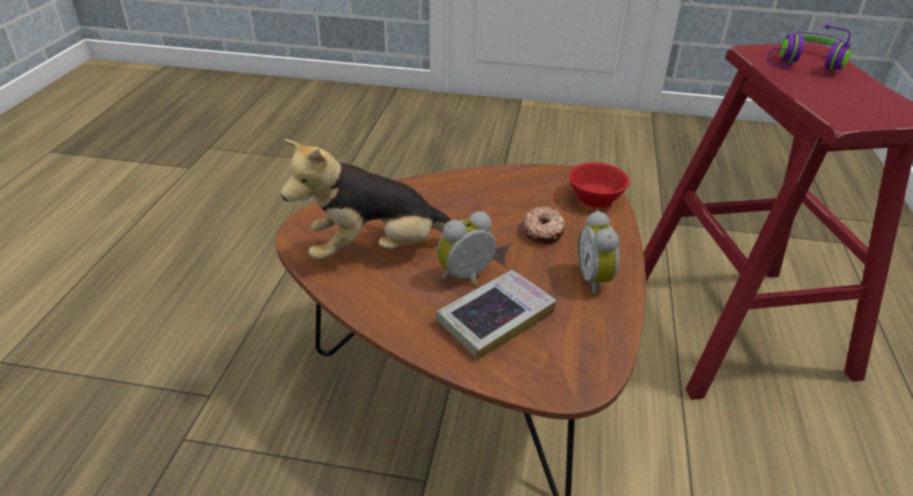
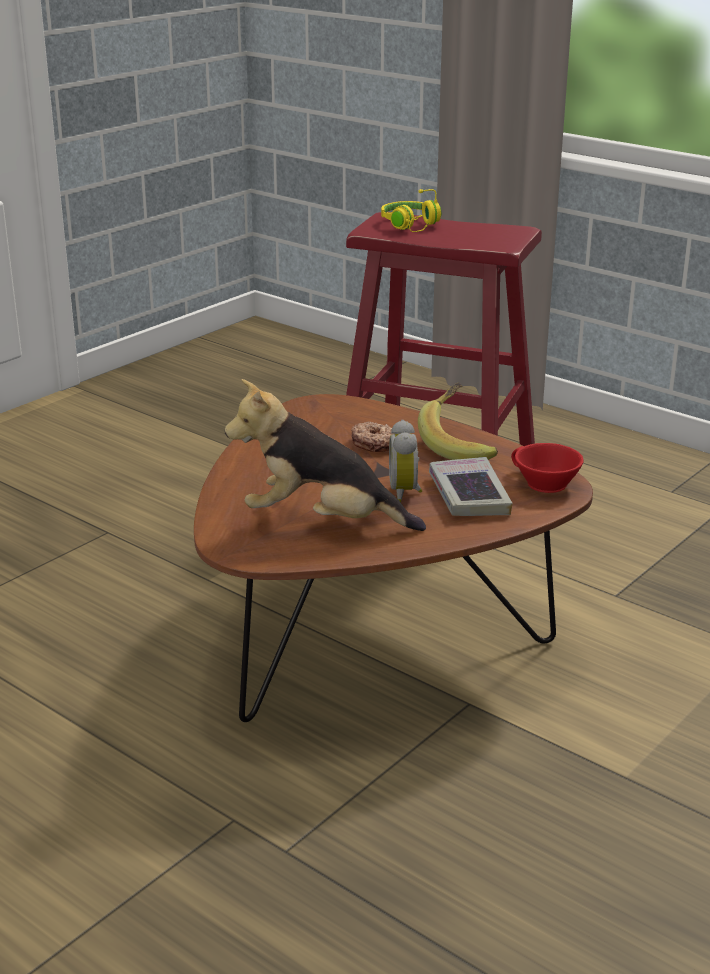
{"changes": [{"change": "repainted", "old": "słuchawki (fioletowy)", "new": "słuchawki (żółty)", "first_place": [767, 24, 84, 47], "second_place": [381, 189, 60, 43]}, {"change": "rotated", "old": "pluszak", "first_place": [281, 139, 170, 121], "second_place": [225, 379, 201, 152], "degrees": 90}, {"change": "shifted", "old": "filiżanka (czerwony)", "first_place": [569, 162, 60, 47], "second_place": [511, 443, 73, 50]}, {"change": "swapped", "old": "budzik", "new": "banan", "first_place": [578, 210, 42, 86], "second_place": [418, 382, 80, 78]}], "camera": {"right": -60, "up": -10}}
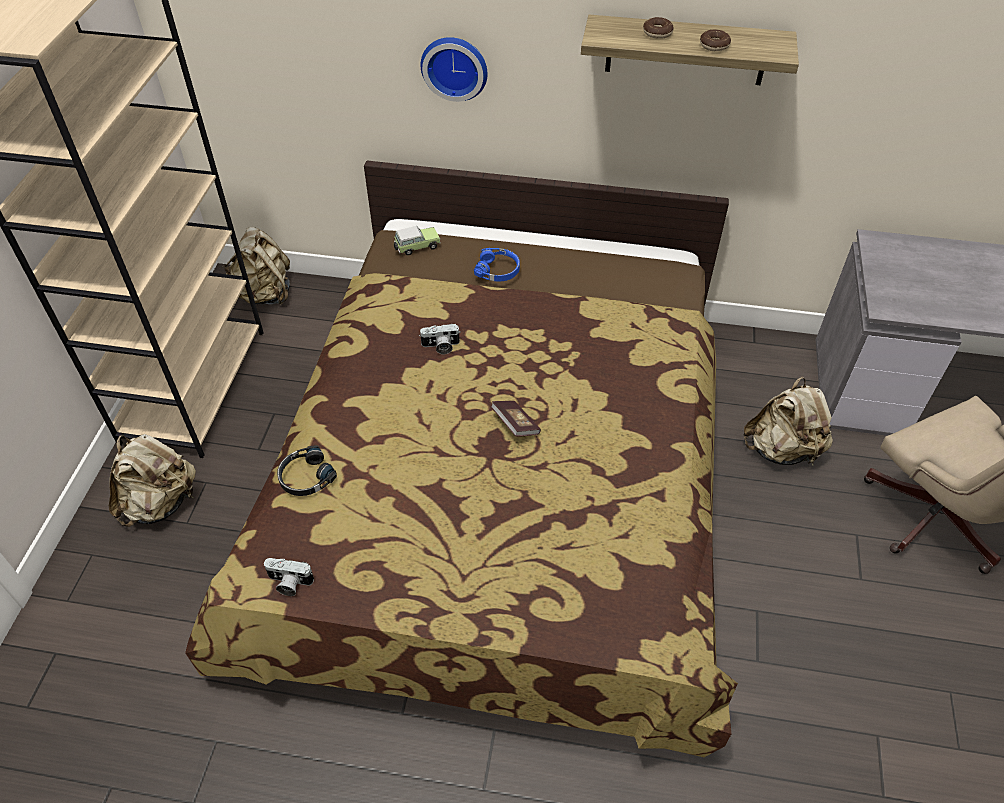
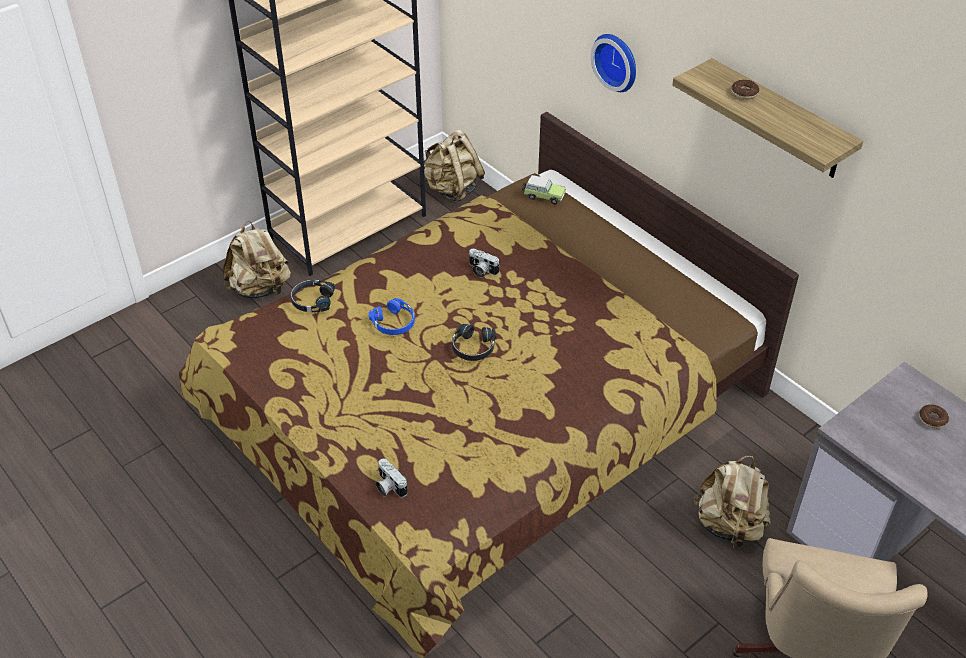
{"changes": [{"change": "shifted", "old": "donut", "first_place": [700, 30, 31, 21], "second_place": [919, 405, 30, 24]}, {"change": "shifted", "old": "słuchawki (niebieski)", "first_place": [474, 248, 46, 33], "second_place": [369, 298, 46, 37]}, {"change": "swapped", "old": "książka", "new": "słuchawki (czarny)", "first_place": [491, 401, 50, 36], "second_place": [452, 324, 45, 37]}, {"change": "shifted", "old": "aparat fotograficzny", "first_place": [264, 558, 50, 38], "second_place": [376, 459, 31, 39]}], "camera": {"right": 40, "up": -5}}
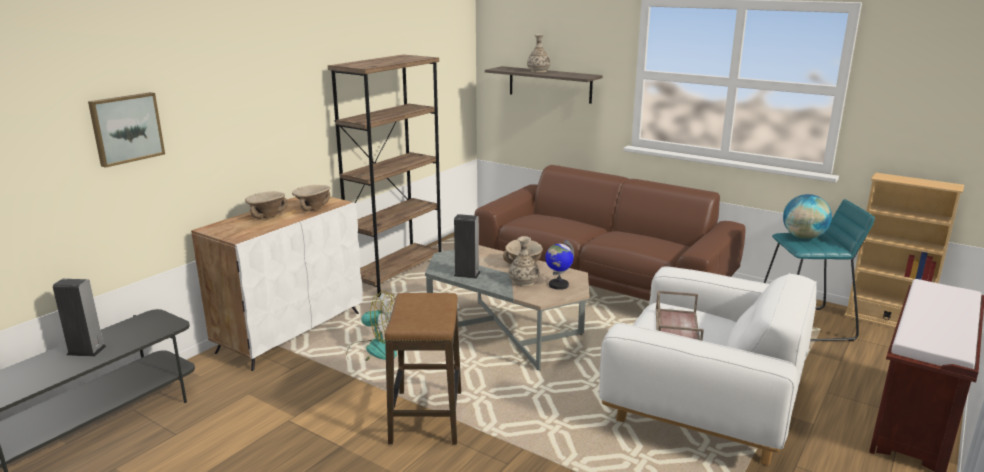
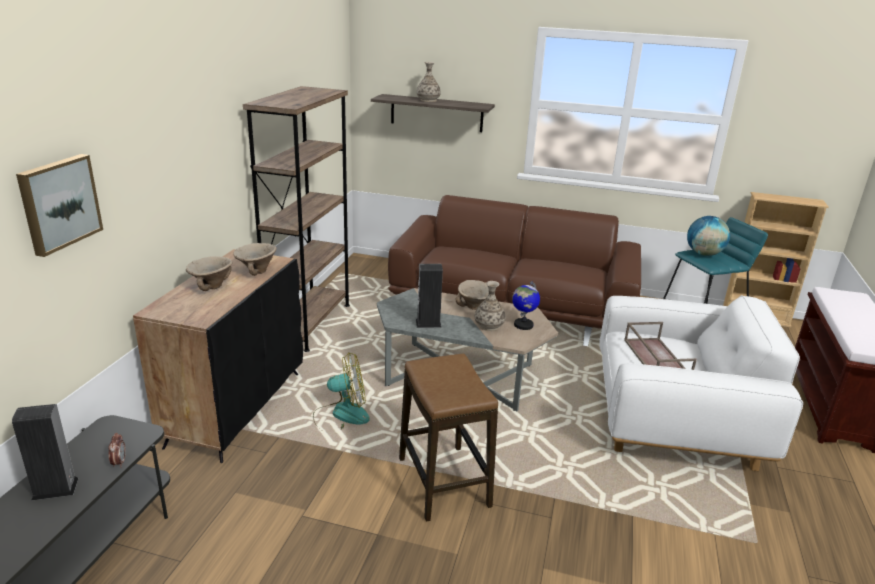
{"changes": [{"change": "repainted", "old": "szafka (biały)", "new": "szafka (czarny)", "first_place": [191, 197, 172, 174], "second_place": [133, 249, 170, 214]}, {"change": "new", "new": "budzik", "second_place": [108, 433, 18, 35]}], "camera": {"right": -20, "up": 5}}
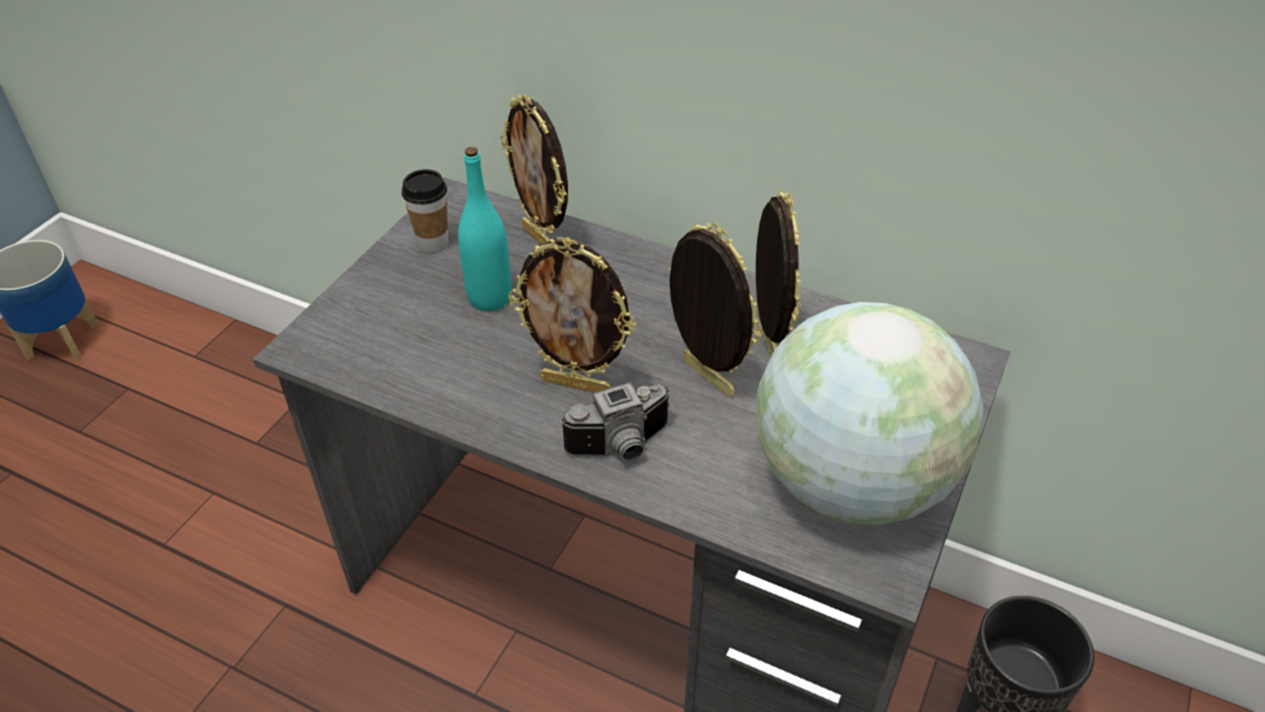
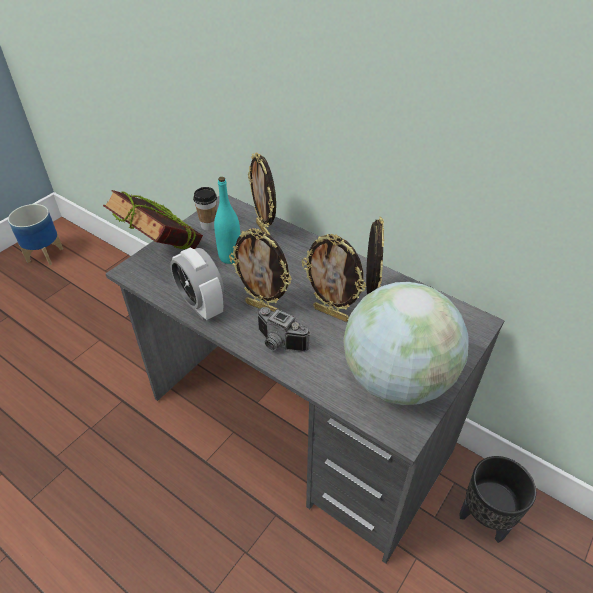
{"changes": [{"change": "rotated", "old": "ramka na zdjęcie", "first_place": [669, 222, 93, 175], "second_place": [302, 234, 64, 88], "degrees": 150}, {"change": "rotated", "old": "aparat fotograficzny", "first_place": [560, 383, 110, 78], "second_place": [257, 307, 53, 45], "degrees": 45}, {"change": "new", "new": "książka", "second_place": [103, 190, 100, 59]}, {"change": "new", "new": "budzik", "second_place": [170, 248, 54, 72]}], "camera": {"right": 10, "up": 0}}
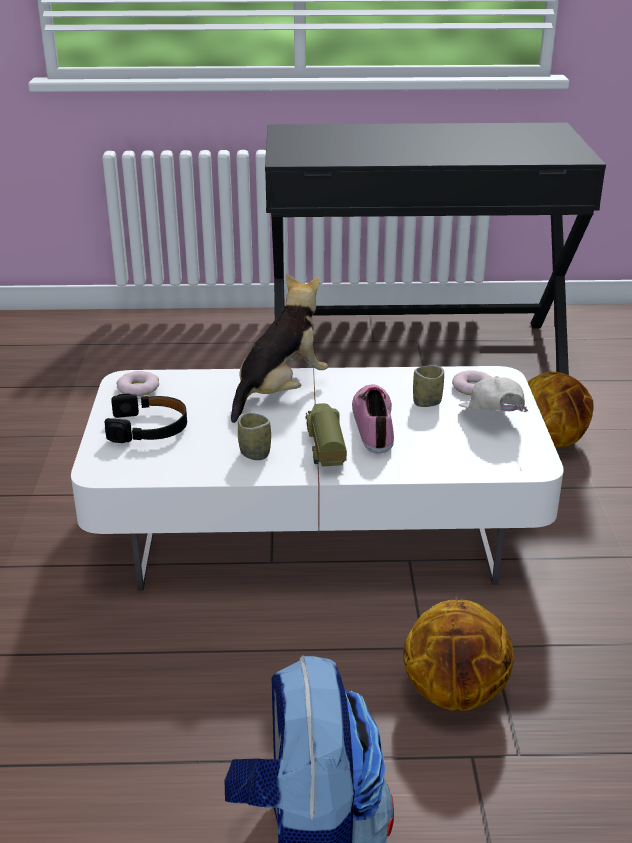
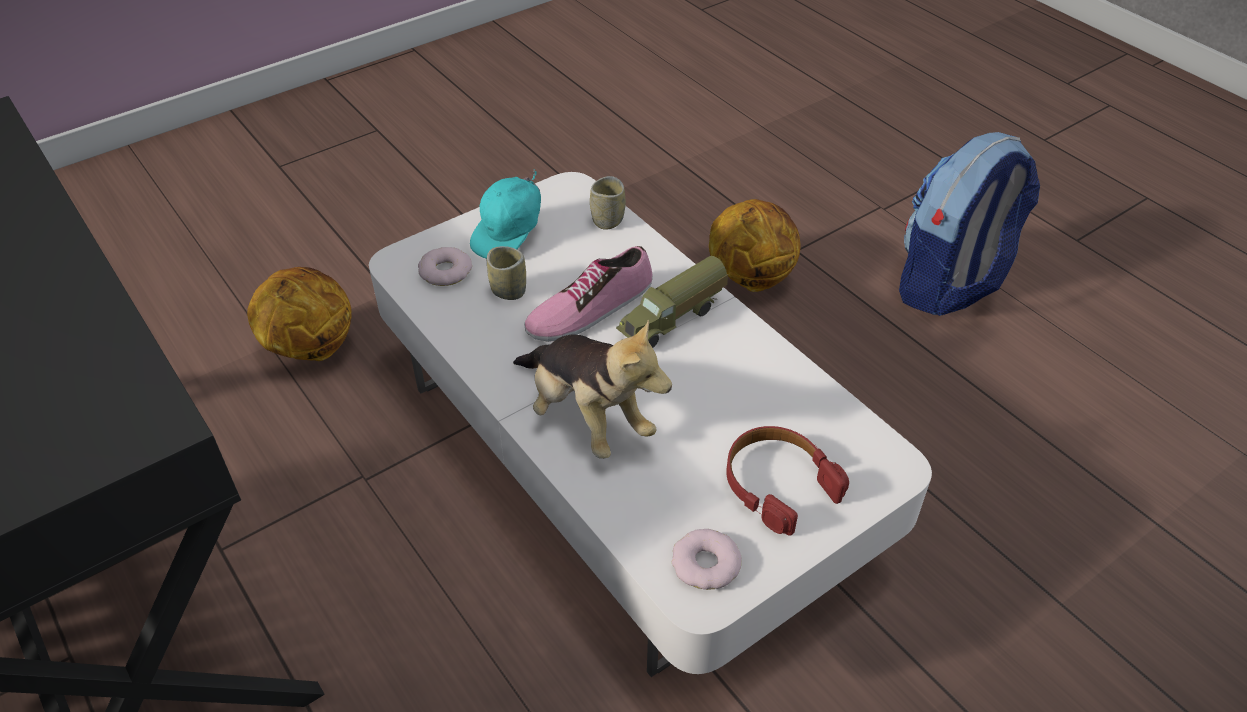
{"changes": [{"change": "rotated", "old": "pluszak", "first_place": [231, 273, 97, 150], "second_place": [513, 319, 159, 140], "degrees": -135}, {"change": "repainted", "old": "czapka z daszkiem (biały)", "new": "czapka z daszkiem (turkusowy)", "first_place": [459, 376, 69, 36], "second_place": [470, 169, 71, 90]}, {"change": "repainted", "old": "słuchawki (czarny)", "new": "słuchawki (czerwony)", "first_place": [105, 394, 82, 49], "second_place": [726, 426, 123, 110]}, {"change": "shifted", "old": "filiżanka", "first_place": [238, 412, 33, 48], "second_place": [590, 176, 36, 54]}], "camera": {"right": -125, "up": 15}}
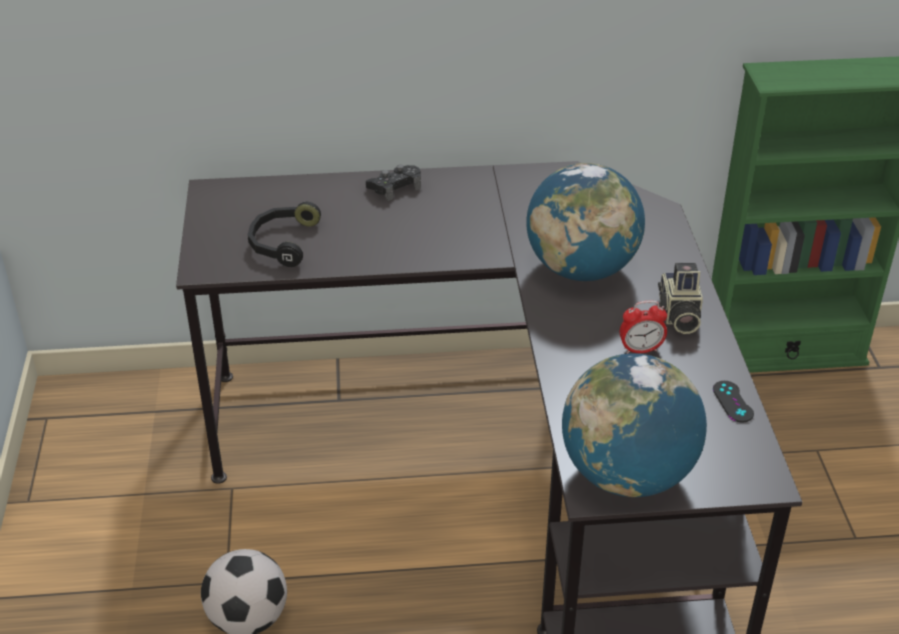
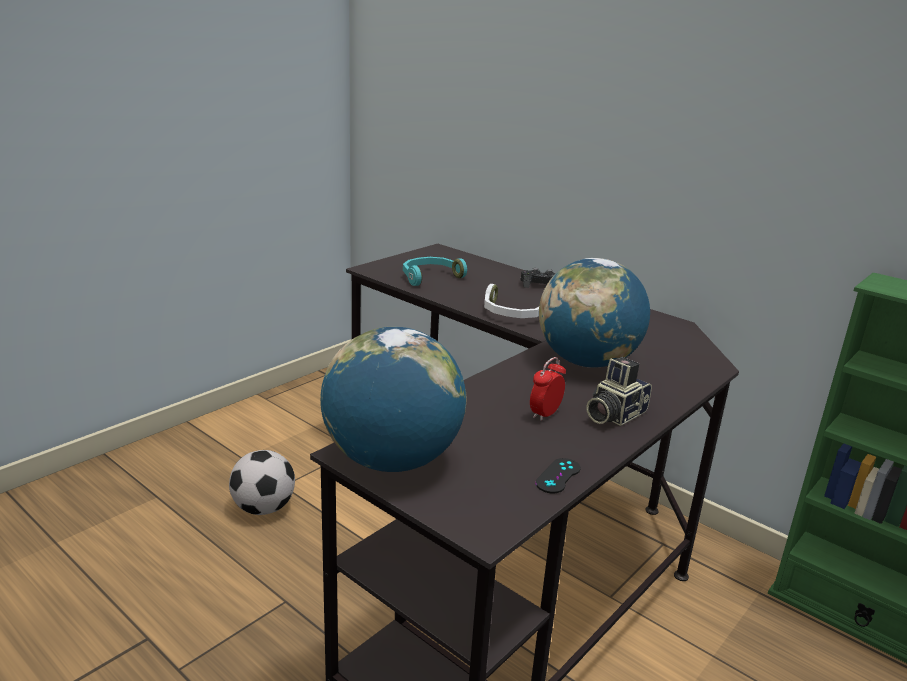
{"changes": [{"change": "repainted", "old": "słuchawki (czarny)", "new": "słuchawki (turkusowy)", "first_place": [248, 202, 73, 65], "second_place": [403, 257, 64, 29]}, {"change": "rotated", "old": "budzik", "first_place": [620, 301, 47, 53], "second_place": [530, 357, 36, 64], "degrees": 90}, {"change": "new", "new": "słuchawki (biały)", "second_place": [484, 284, 55, 34]}], "camera": {"right": 45, "up": -15}}
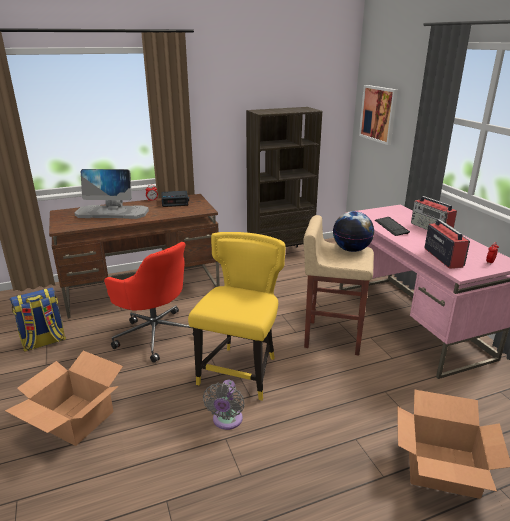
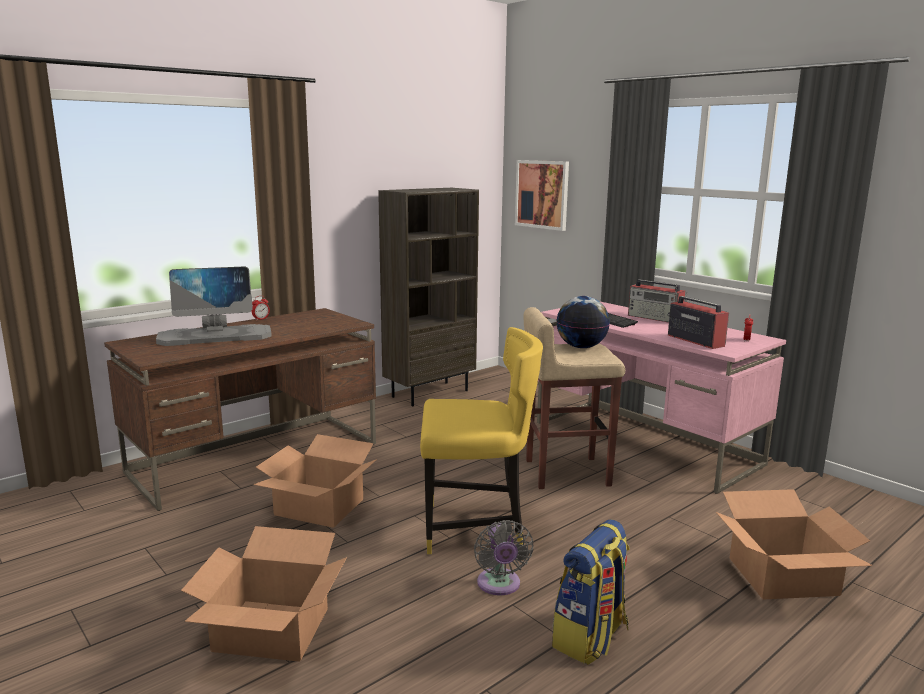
{"changes": [{"change": "gone", "old": "budzik", "first_place": [161, 191, 28, 16]}, {"change": "rotated", "old": "krzesło (żółty)", "first_place": [188, 232, 97, 168], "second_place": [420, 327, 123, 227], "degrees": 90}, {"change": "swapped", "old": "krzesło biurowe (czerwony)", "new": "karton", "first_place": [104, 242, 90, 121], "second_place": [253, 434, 124, 94]}, {"change": "shifted", "old": "plecak", "first_place": [10, 287, 56, 65], "second_place": [552, 519, 78, 146]}], "camera": {"right": -20, "up": -10}}
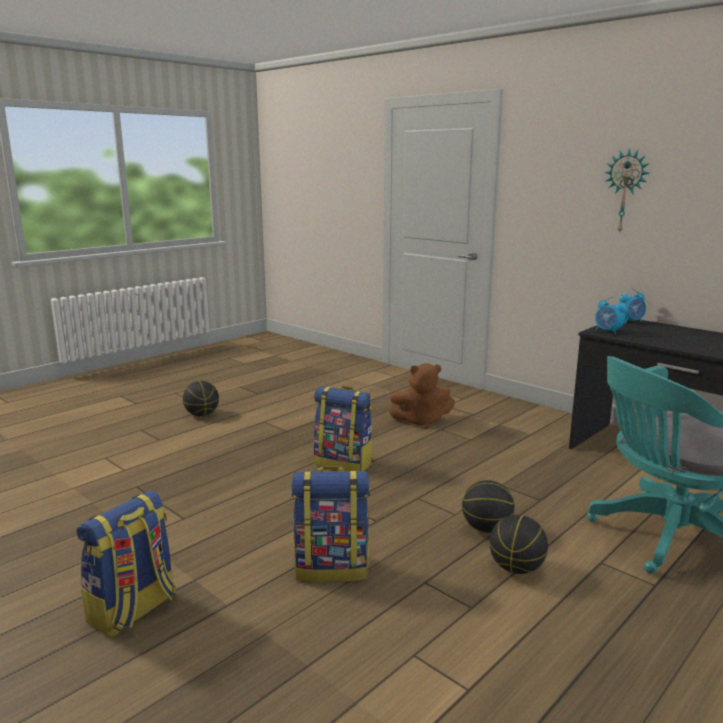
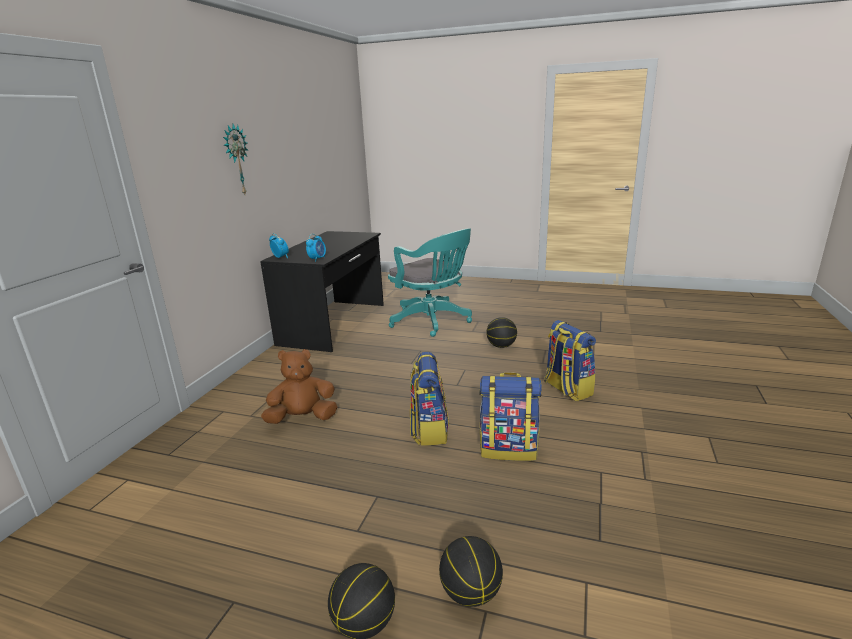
{"changes": [{"change": "rotated", "old": "pluszak (brązowy)", "first_place": [389, 363, 66, 66], "second_place": [261, 349, 76, 75], "degrees": -75}, {"change": "shifted", "old": "piłka do koszykówki", "first_place": [462, 480, 52, 53], "second_place": [439, 536, 64, 71]}, {"change": "shifted", "old": "plecak", "first_place": [77, 490, 99, 148], "second_place": [479, 372, 63, 89]}], "camera": {"right": -115, "up": 5}}
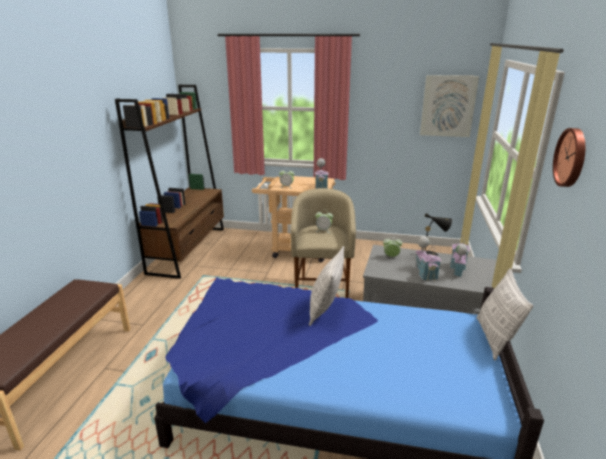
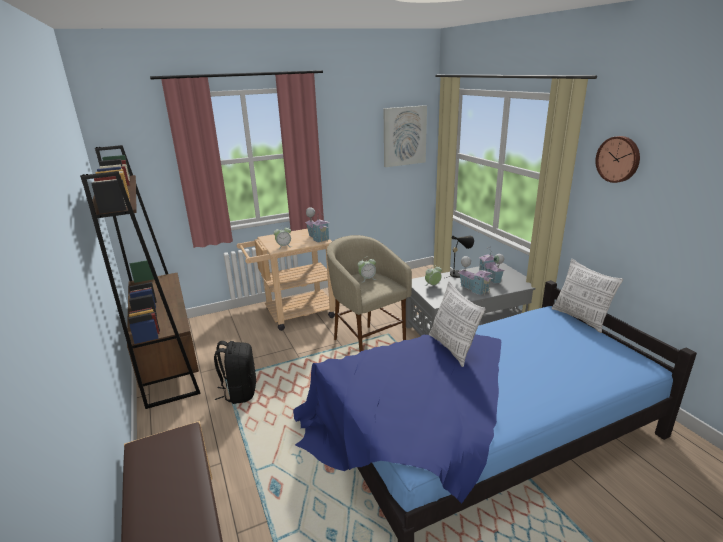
{"changes": [{"change": "new", "new": "plecak (czarny)", "second_place": [214, 341, 42, 63]}], "camera": {"right": -35, "up": 0}}
